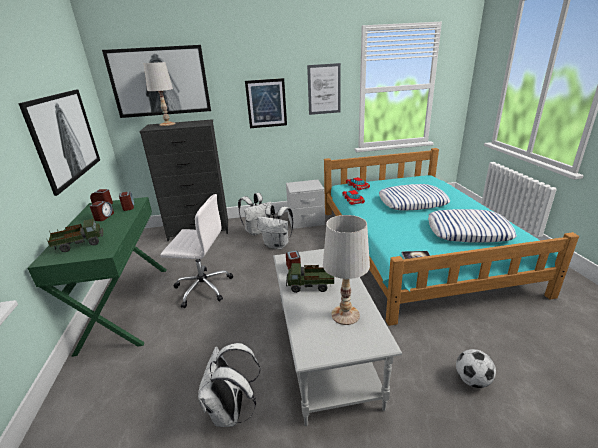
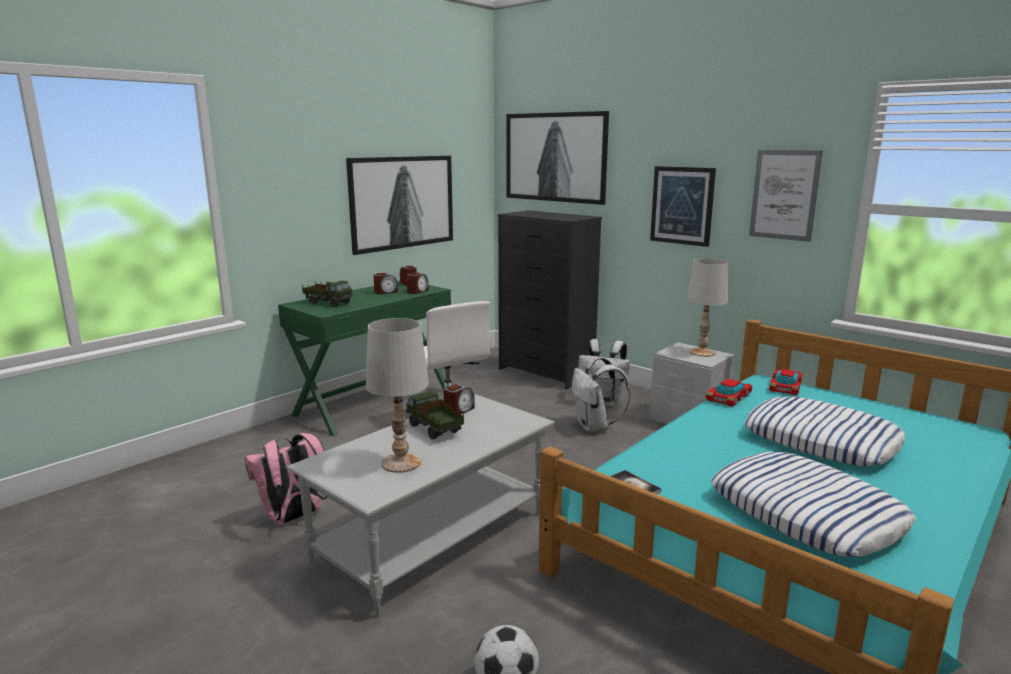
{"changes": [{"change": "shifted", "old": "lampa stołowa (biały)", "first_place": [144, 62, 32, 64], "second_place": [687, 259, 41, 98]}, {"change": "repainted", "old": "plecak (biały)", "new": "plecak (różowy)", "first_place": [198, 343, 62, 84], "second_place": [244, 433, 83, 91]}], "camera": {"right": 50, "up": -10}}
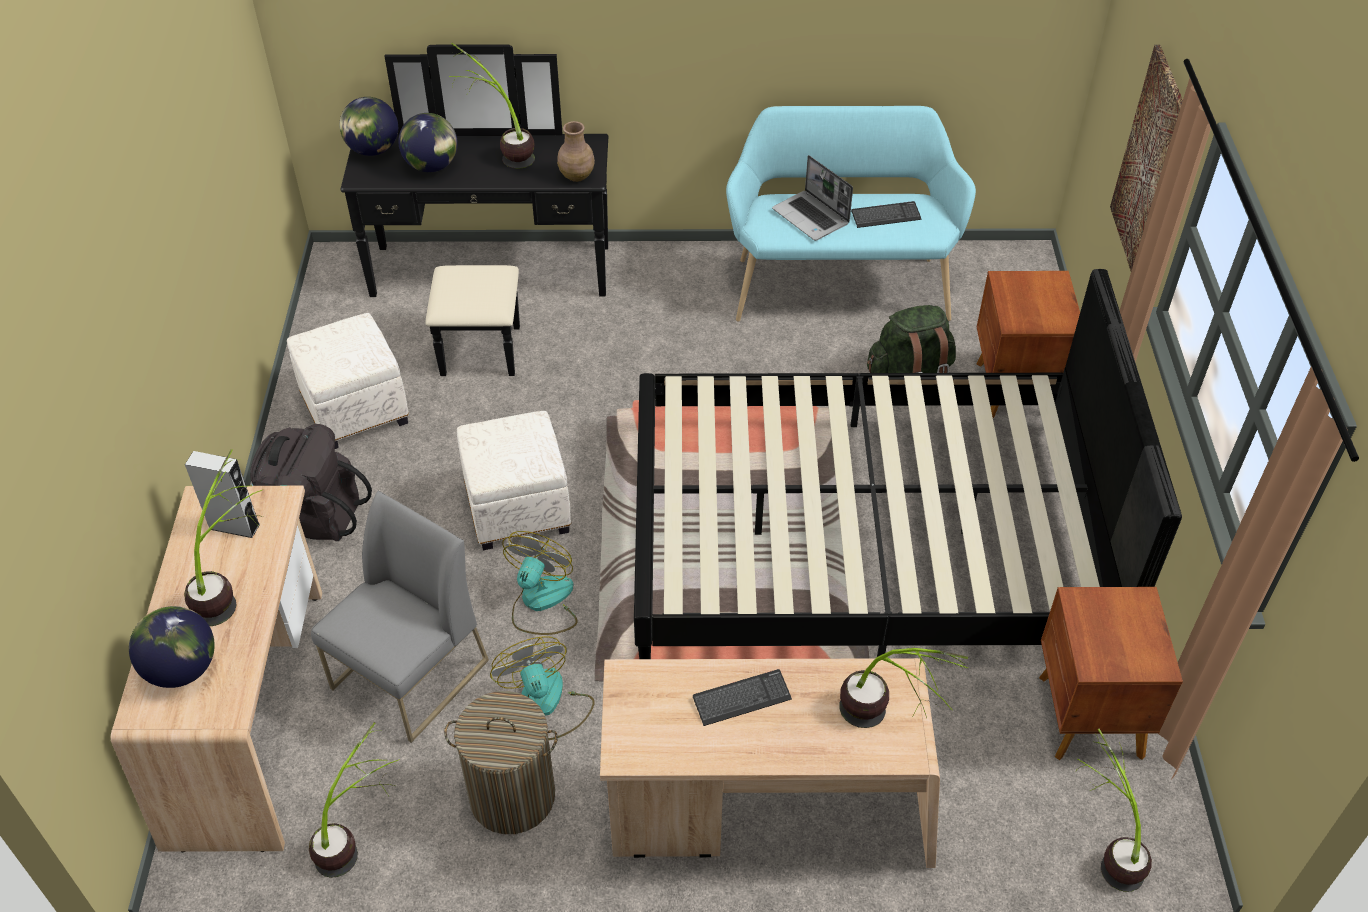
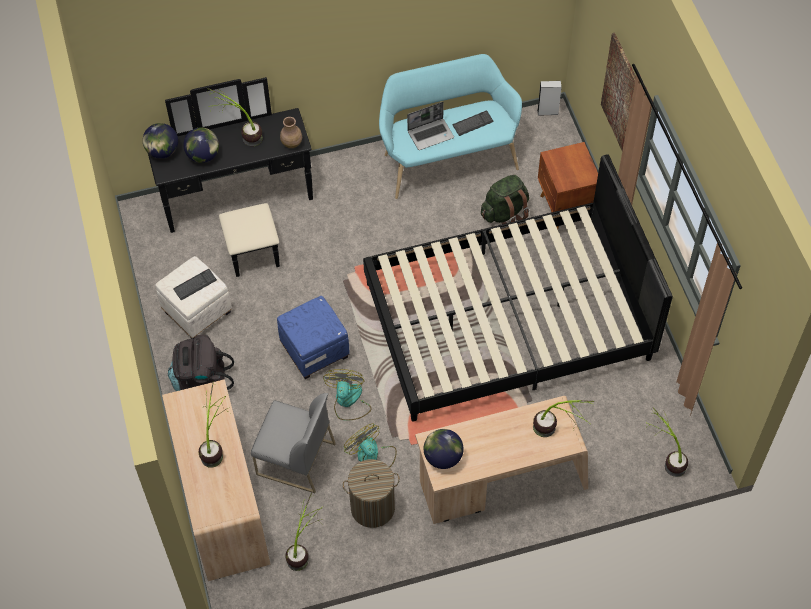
{"changes": [{"change": "rotated", "old": "laptop", "first_place": [772, 155, 81, 86], "second_place": [407, 102, 47, 48], "degrees": -60}, {"change": "repainted", "old": "pufa (biały)", "new": "pufa (niebieski)", "first_place": [457, 411, 114, 139], "second_place": [277, 296, 73, 83]}, {"change": "shifted", "old": "głośnik (szary)", "first_place": [185, 451, 75, 87], "second_place": [537, 81, 25, 35]}, {"change": "rotated", "old": "krzesło (szary)", "first_place": [311, 491, 178, 252], "second_place": [251, 393, 85, 100], "degrees": 90}, {"change": "gone", "old": "szafka nocna (brązowy)", "first_place": [1039, 587, 144, 173]}, {"change": "shifted", "old": "globus", "first_place": [129, 606, 86, 82], "second_place": [424, 429, 40, 40]}, {"change": "shifted", "old": "klawiatura", "first_place": [693, 669, 99, 57], "second_place": [173, 269, 44, 31]}], "camera": {"right": -15, "up": 10}}
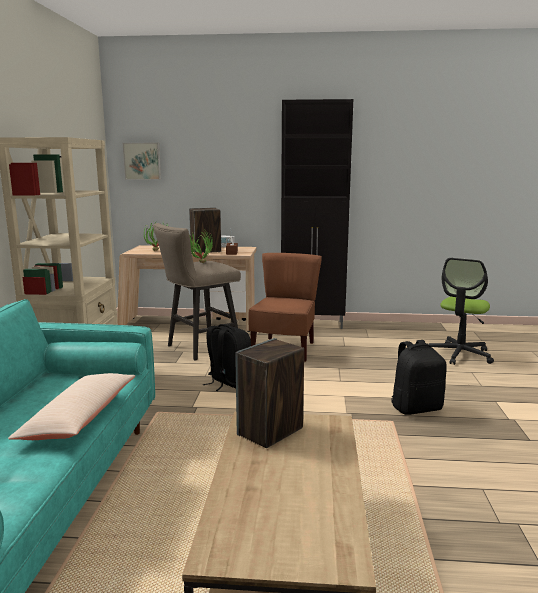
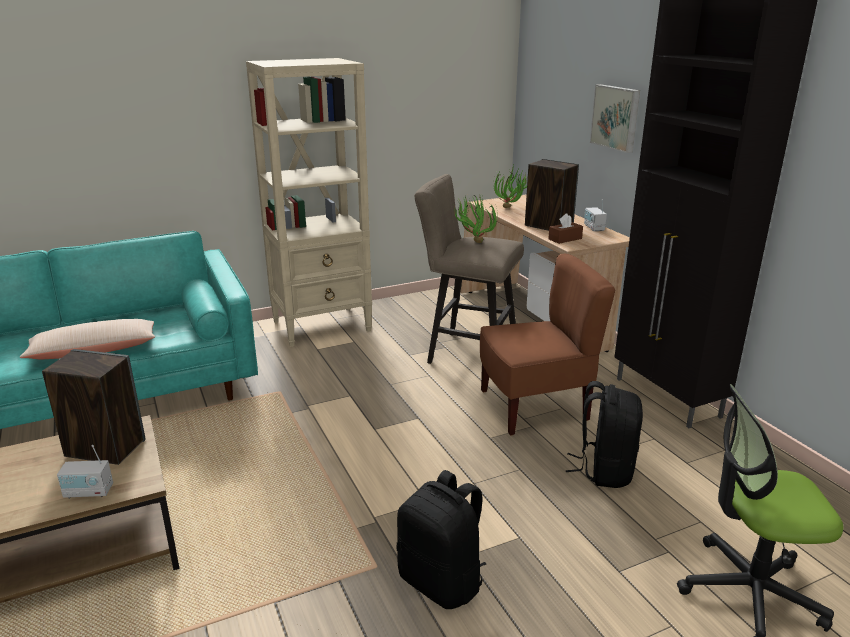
{"changes": [{"change": "shifted", "old": "obraz", "first_place": [123, 143, 38, 37], "second_place": [590, 84, 50, 69]}, {"change": "shifted", "old": "plecak (czarny)", "first_place": [203, 324, 48, 67], "second_place": [566, 381, 77, 107]}, {"change": "new", "new": "radio", "second_place": [57, 445, 56, 53]}], "camera": {"right": 60, "up": 10}}
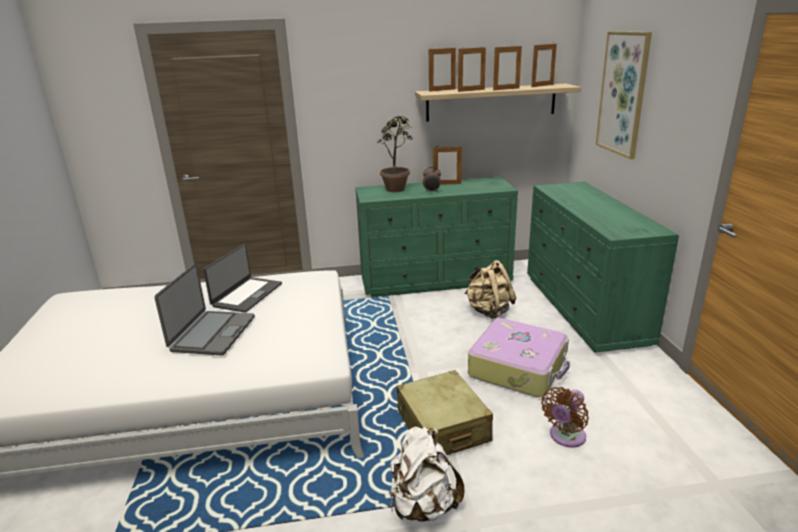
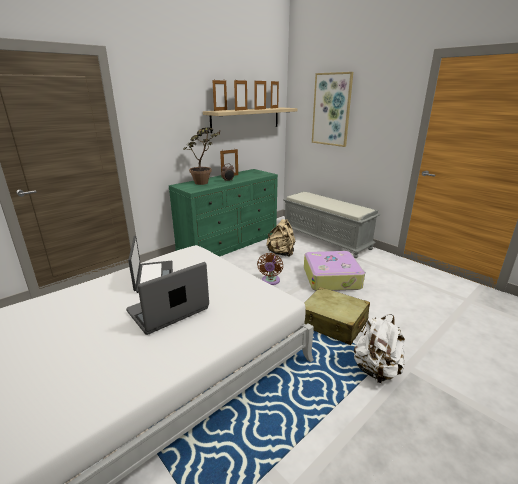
{"changes": [{"change": "swapped", "old": "komoda (zielony)", "new": "ławka (szary)", "first_place": [527, 182, 152, 171], "second_place": [283, 191, 97, 67]}, {"change": "rotated", "old": "laptop", "first_place": [154, 263, 101, 92], "second_place": [126, 262, 83, 73], "degrees": -105}, {"change": "shifted", "old": "wentylator (brązowy)", "first_place": [541, 387, 48, 61], "second_place": [257, 253, 26, 32]}], "camera": {"right": -35, "up": 0}}
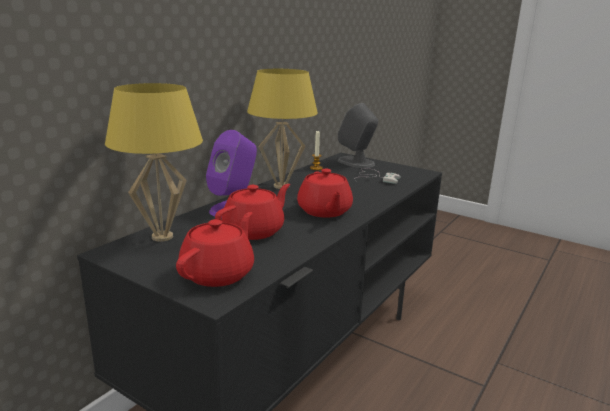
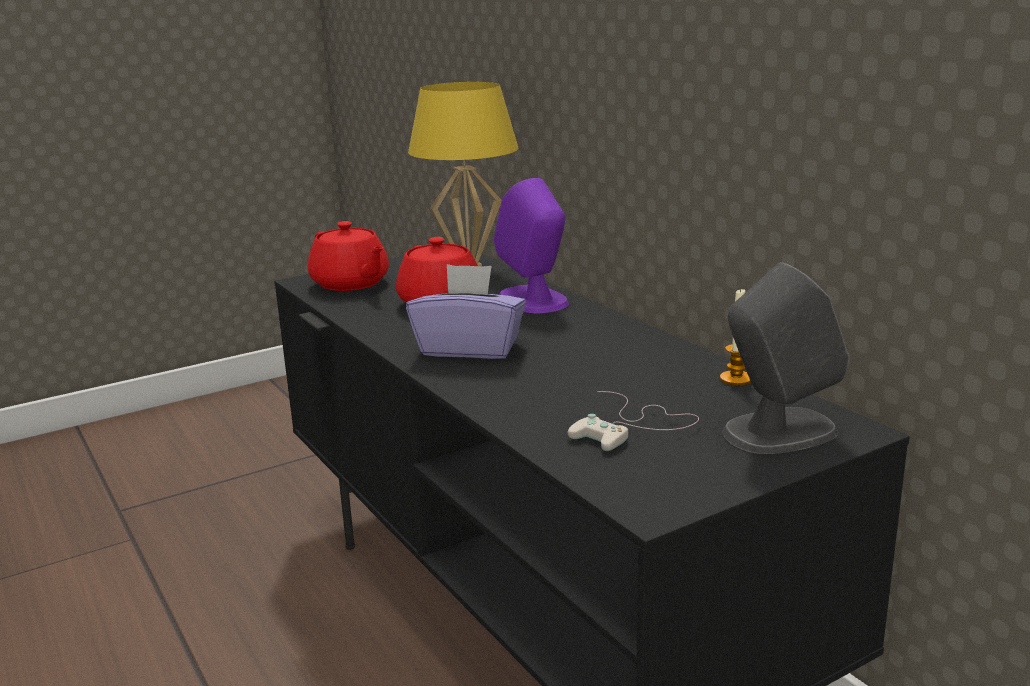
{"changes": [{"change": "gone", "old": "lampa stołowa (żółty)", "first_place": [247, 69, 71, 120]}, {"change": "swapped", "old": "imbryk (czerwony)", "new": "pudełko chusteczek (fioletowy)", "first_place": [297, 169, 56, 49], "second_place": [406, 264, 120, 95]}], "camera": {"right": 115, "up": 0}}
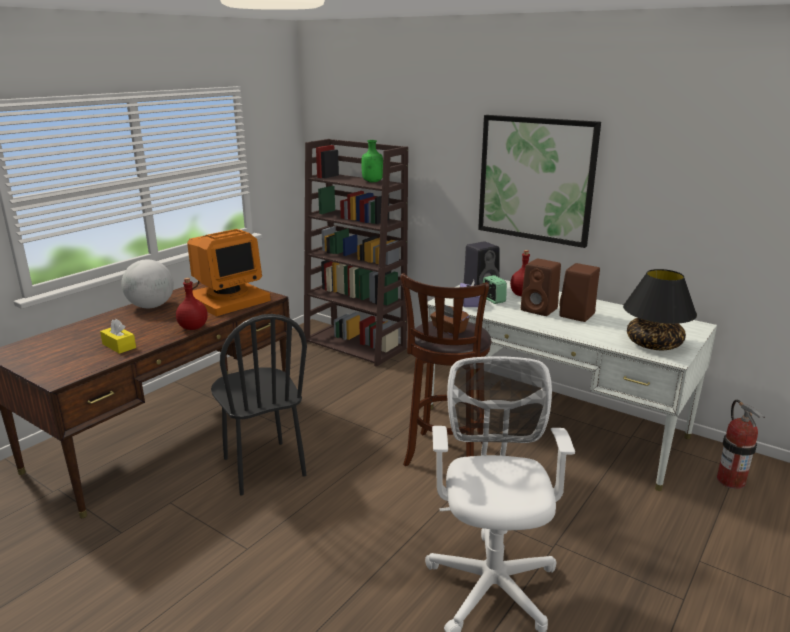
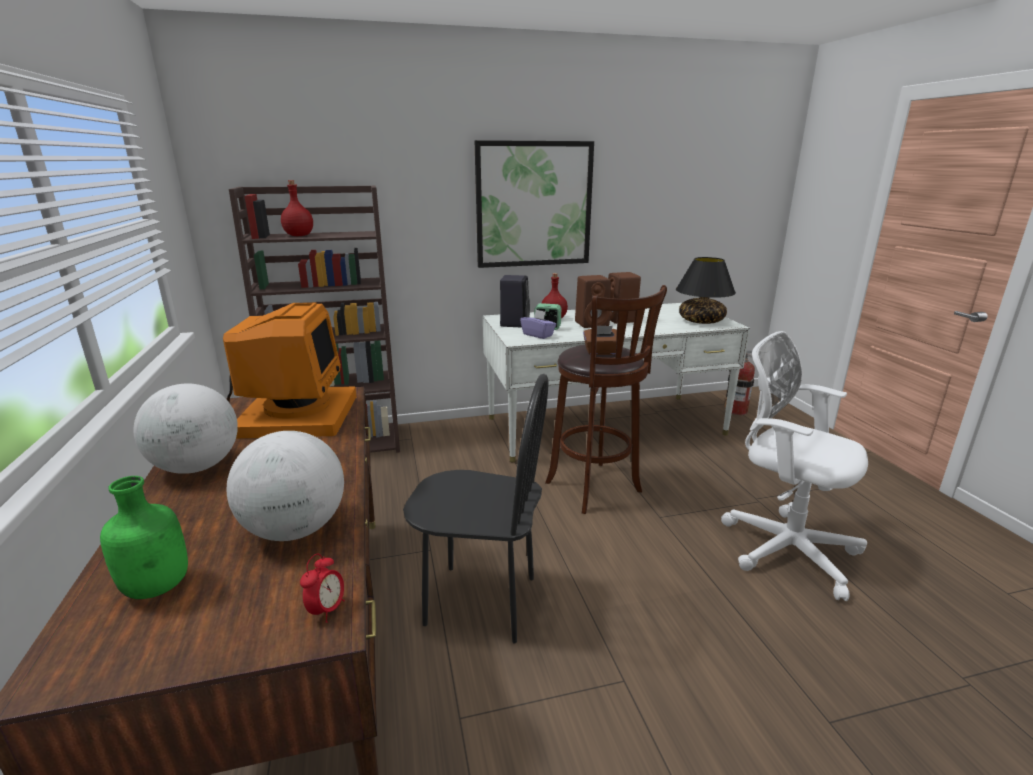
{"changes": [{"change": "shifted", "old": "butelka (zielony)", "first_place": [361, 140, 22, 42], "second_place": [100, 476, 88, 123]}, {"change": "shifted", "old": "butelka (czerwony)", "first_place": [176, 278, 32, 52], "second_place": [281, 180, 32, 56]}, {"change": "swapped", "old": "pudełko chusteczek (żółty)", "new": "globus", "first_place": [100, 319, 36, 35], "second_place": [226, 431, 118, 110]}, {"change": "new", "new": "budzik", "second_place": [300, 553, 45, 70]}], "camera": {"right": -50, "up": 0}}
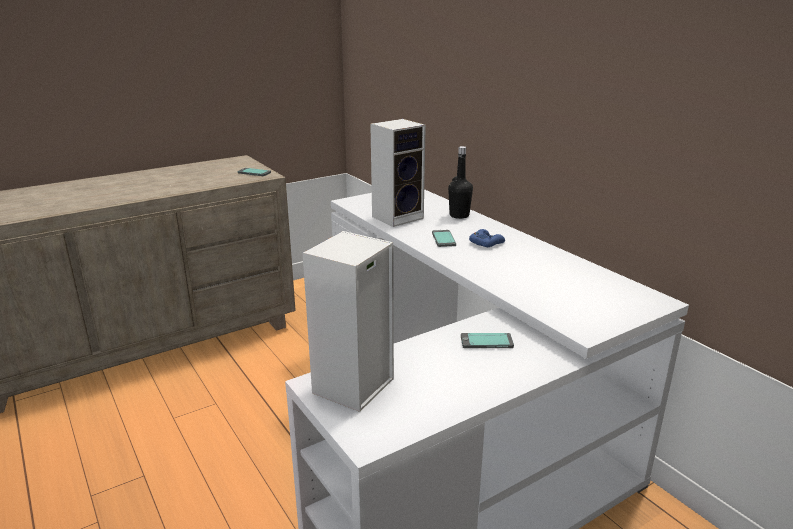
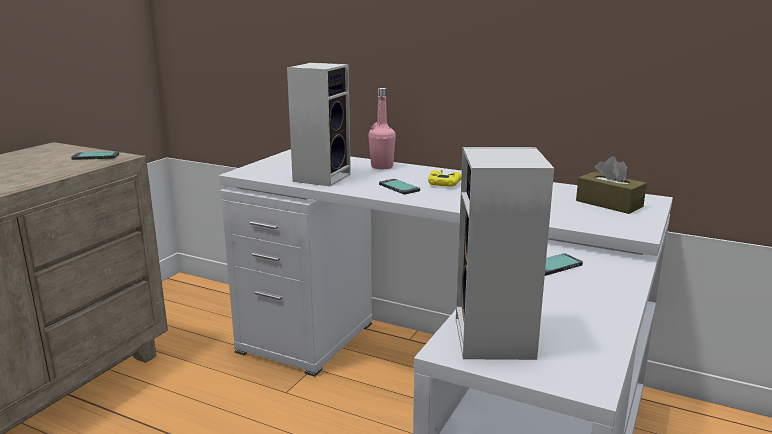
{"changes": [{"change": "repainted", "old": "butelka (czarny)", "new": "butelka (różowy)", "first_place": [448, 146, 25, 73], "second_place": [368, 88, 28, 81]}, {"change": "repainted", "old": "pad do gier (niebieski)", "new": "pad do gier (żółty)", "first_place": [469, 229, 36, 18], "second_place": [428, 170, 33, 17]}, {"change": "new", "new": "pudełko chusteczek (brązowy)", "second_place": [576, 156, 71, 58]}], "camera": {"right": -30, "up": -5}}
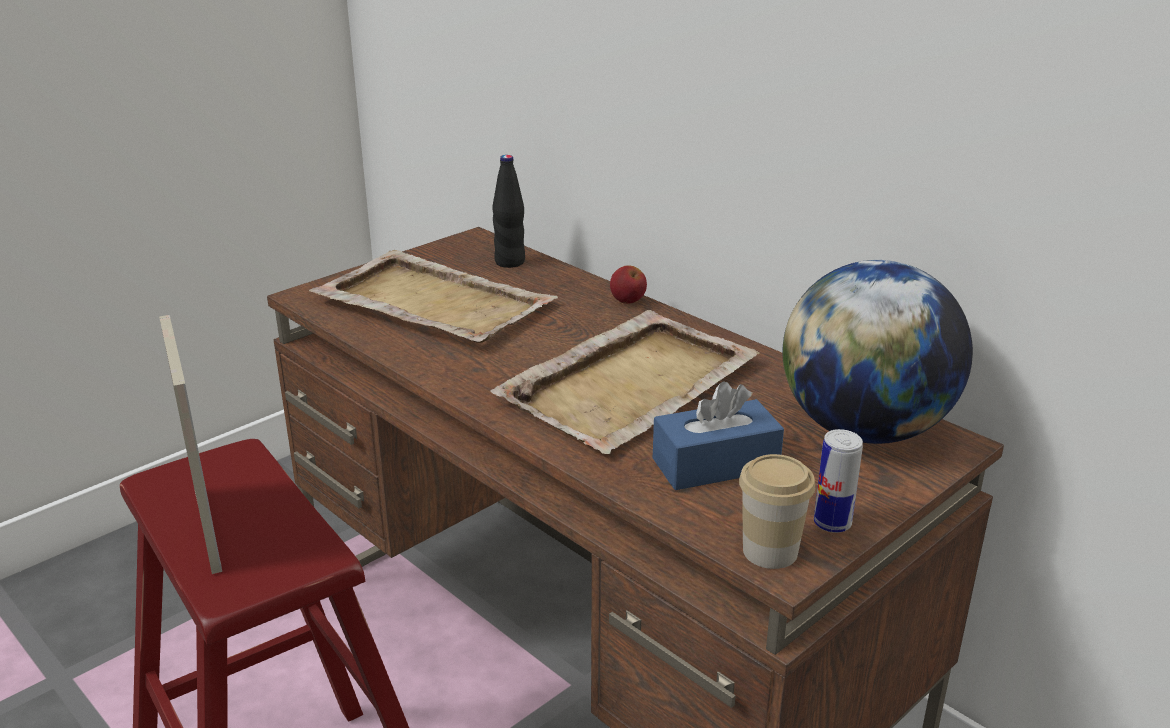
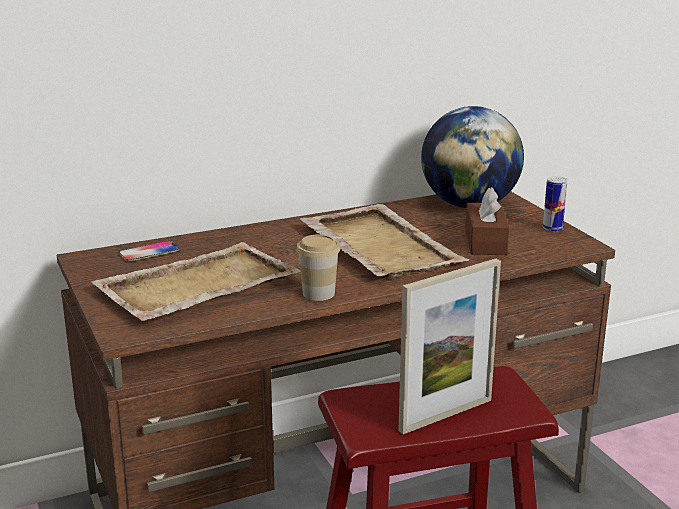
{"changes": [{"change": "swapped", "old": "butelka (czarny)", "new": "telefon", "first_place": [492, 155, 33, 113], "second_place": [119, 241, 60, 20]}, {"change": "gone", "old": "jabłko", "first_place": [610, 265, 37, 39]}, {"change": "rotated", "old": "ramka na zdjęcie", "first_place": [159, 315, 63, 259], "second_place": [398, 259, 103, 175], "degrees": 150}, {"change": "repainted", "old": "pudełko chusteczek (niebieski)", "new": "pudełko chusteczek (brązowy)", "first_place": [653, 381, 131, 109], "second_place": [465, 188, 44, 67]}, {"change": "shifted", "old": "filiżanka", "first_place": [739, 454, 76, 115], "second_place": [297, 234, 43, 67]}], "camera": {"right": -70, "up": -5}}
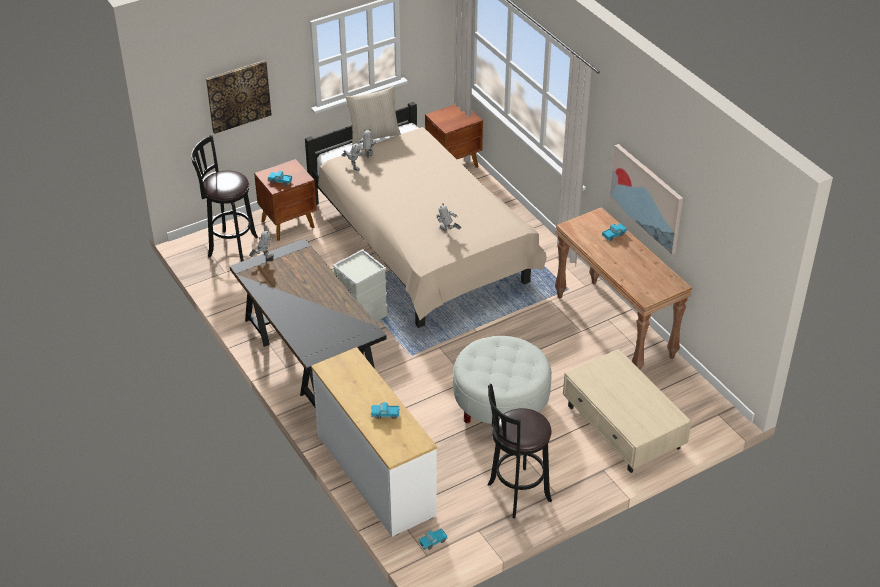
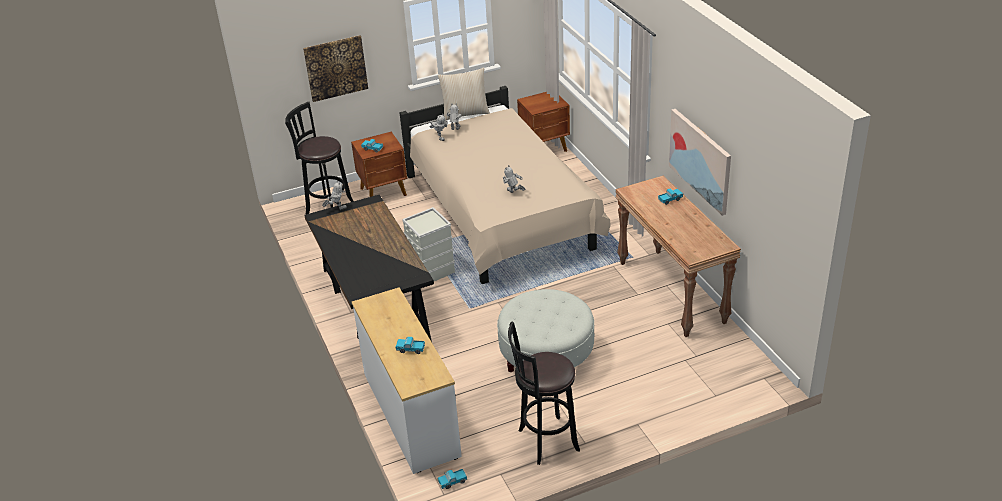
{"changes": [{"change": "gone", "old": "ława (beżowy)", "first_place": [563, 349, 129, 124]}], "camera": {"right": 10, "up": -5}}
